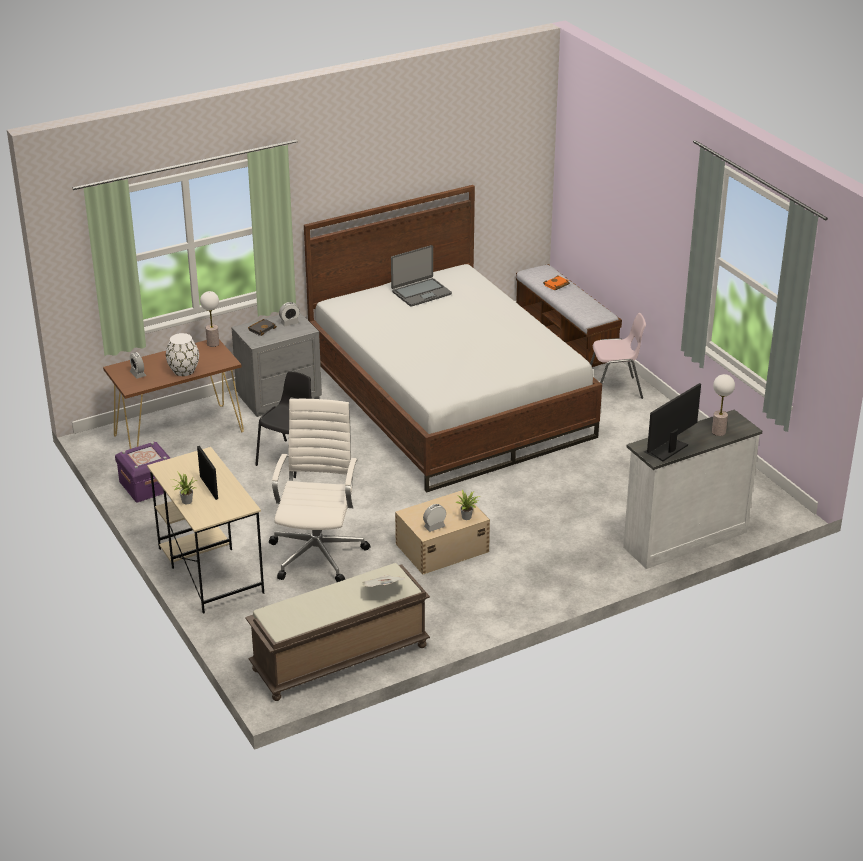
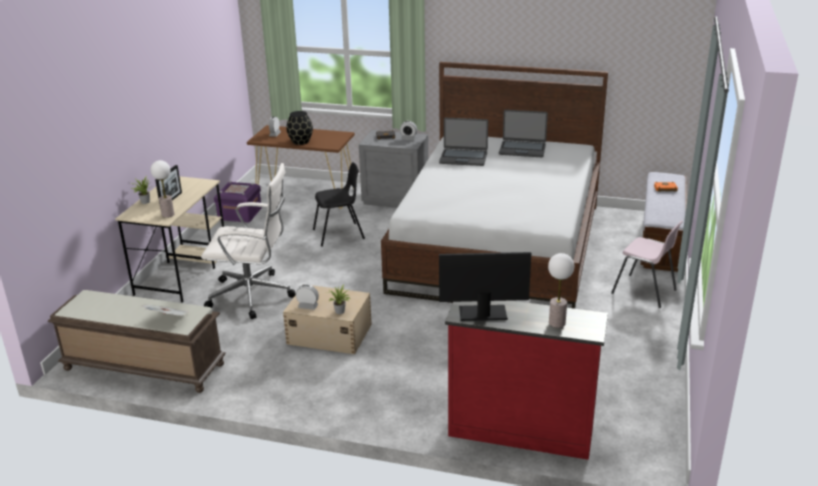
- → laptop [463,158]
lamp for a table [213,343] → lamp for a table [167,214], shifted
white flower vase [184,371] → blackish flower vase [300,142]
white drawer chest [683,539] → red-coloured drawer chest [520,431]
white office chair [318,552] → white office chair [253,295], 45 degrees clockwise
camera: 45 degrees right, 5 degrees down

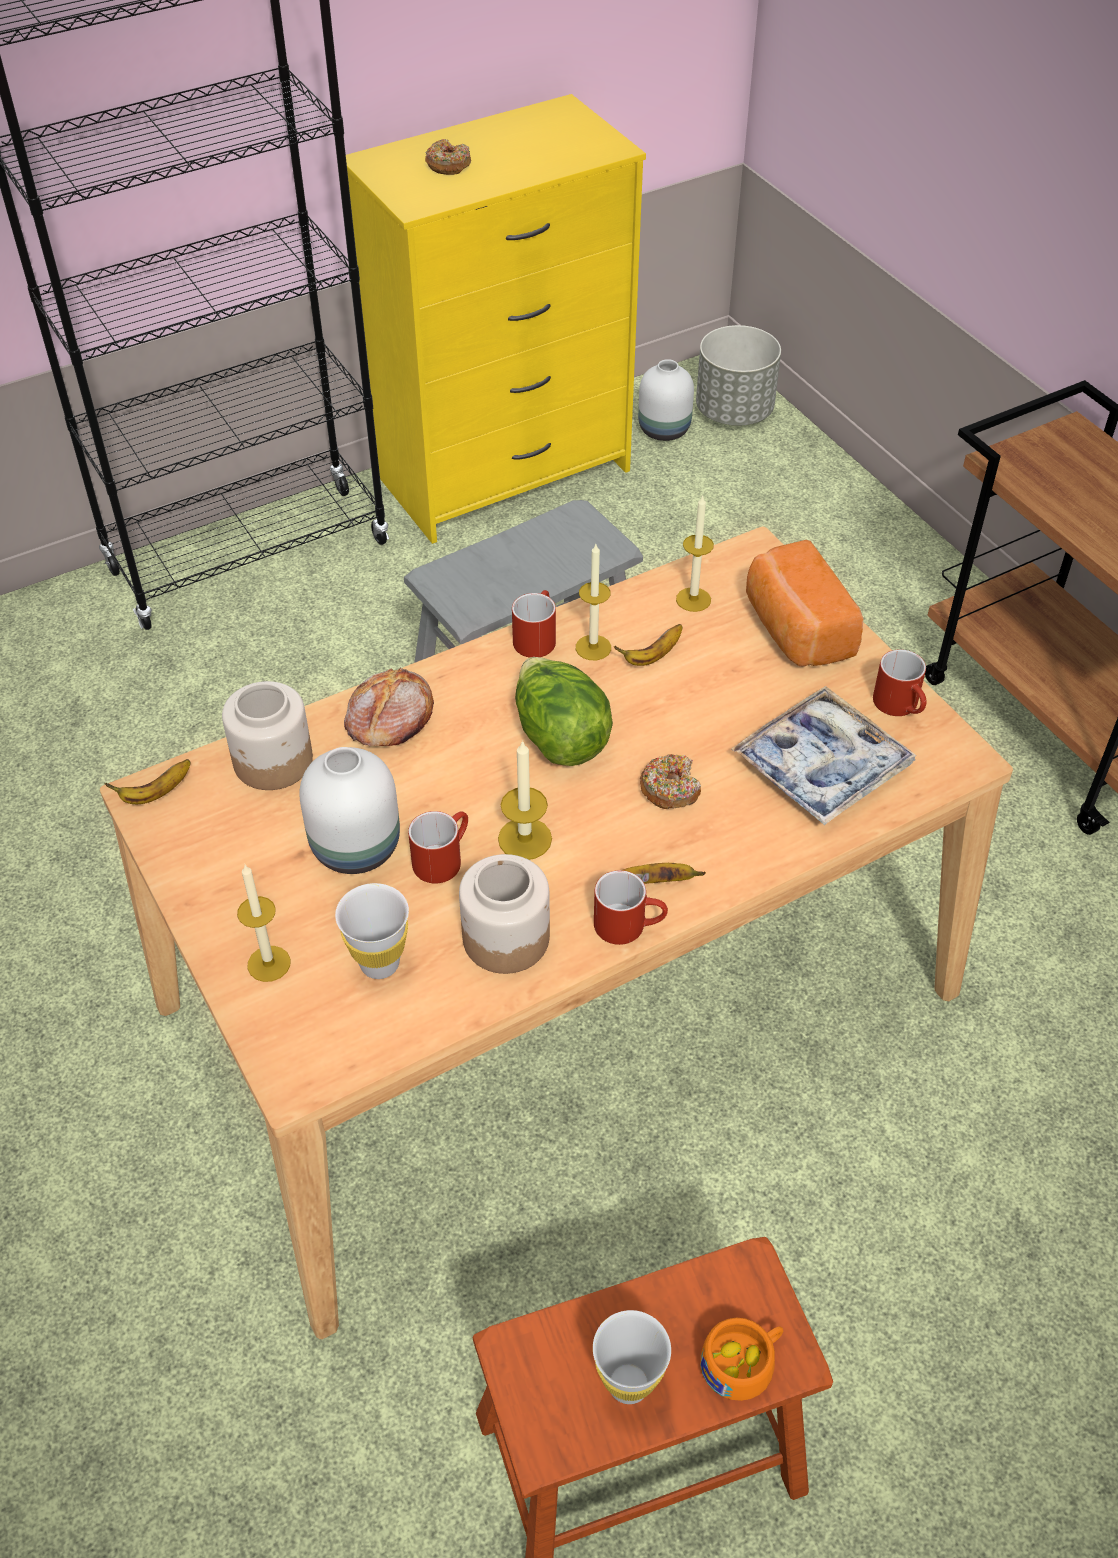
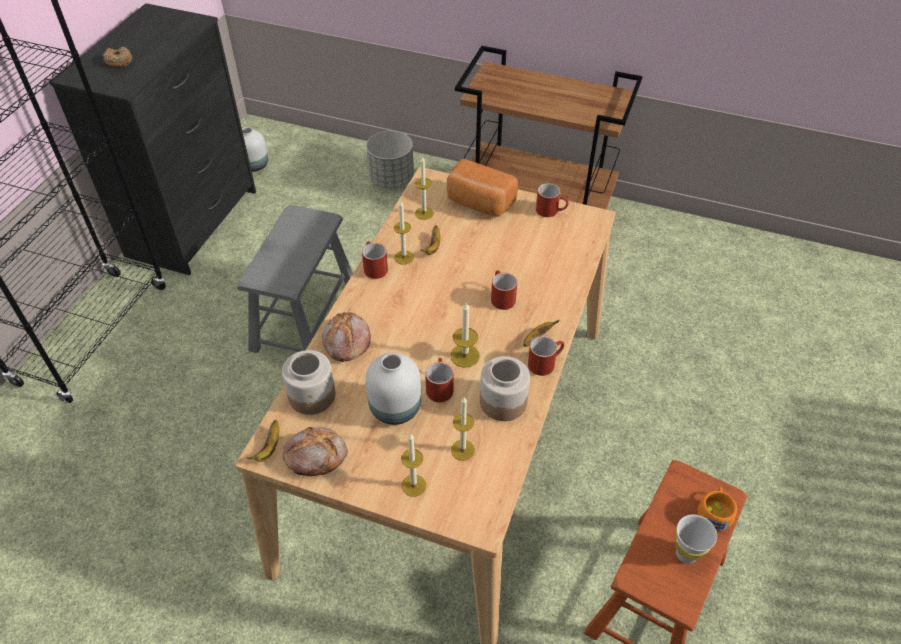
head of lettuce [559,737] → -
tray [821,766] → -
- → bakery bread [315,455]
gray planter [734,412] → gray planter [392,179], shifted
white small cup [379,963] → wax light [462,450]
doughnut [670,789] → red-coloured mug [500,297]
yellow-coloured drawer chest [503,473] → blackish drawer chest [193,223]
camera: 40 degrees left, 0 degrees up

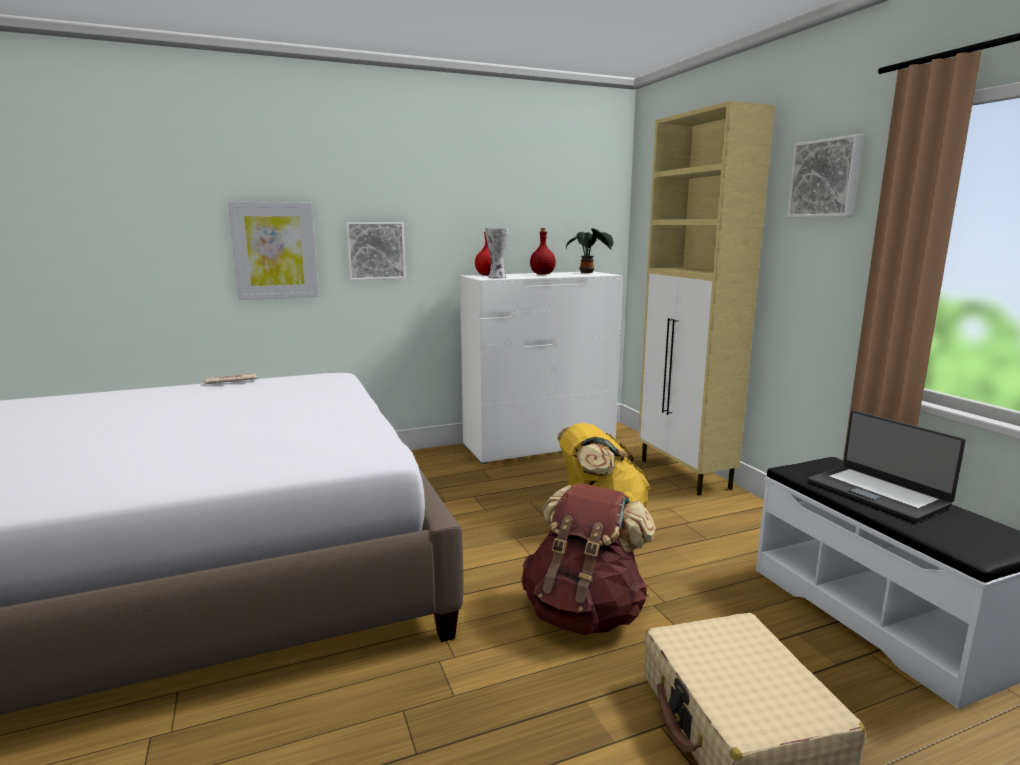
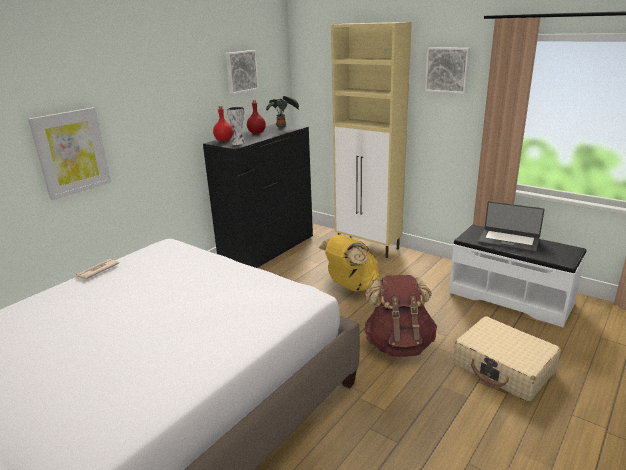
picture [375,251] → picture [241,71], shifted
white drawer chest [539,445] → blackish drawer chest [267,250]
camera: 30 degrees left, 10 degrees up

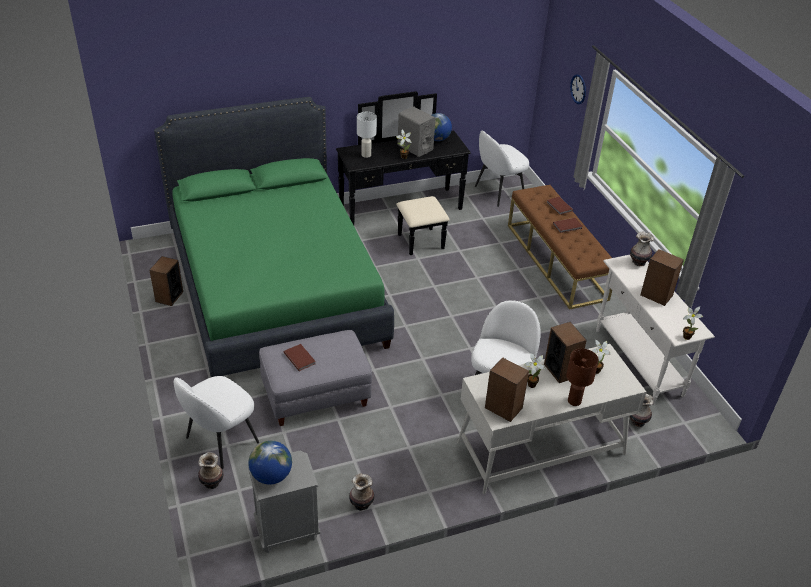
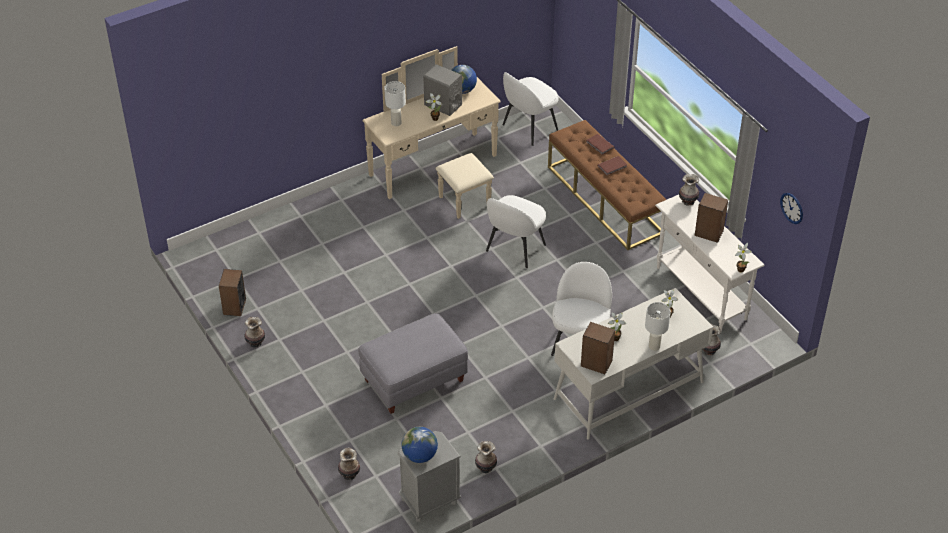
green-coloured bed [275,288] → -
brown volume [300,358] → -
audio speaker [561,370] → -
- → flower vase [255,343]
white chair [220,441] → white chair [514,249], shifted
clock on the wall [578,89] → clock on the wall [792,208], shifted
blackish drawer chest [406,215] → sand-coloured drawer chest [440,173]
brown lamp for a table [574,401] → white lamp for a table [654,346]
camera: 10 degrees left, 5 degrees up

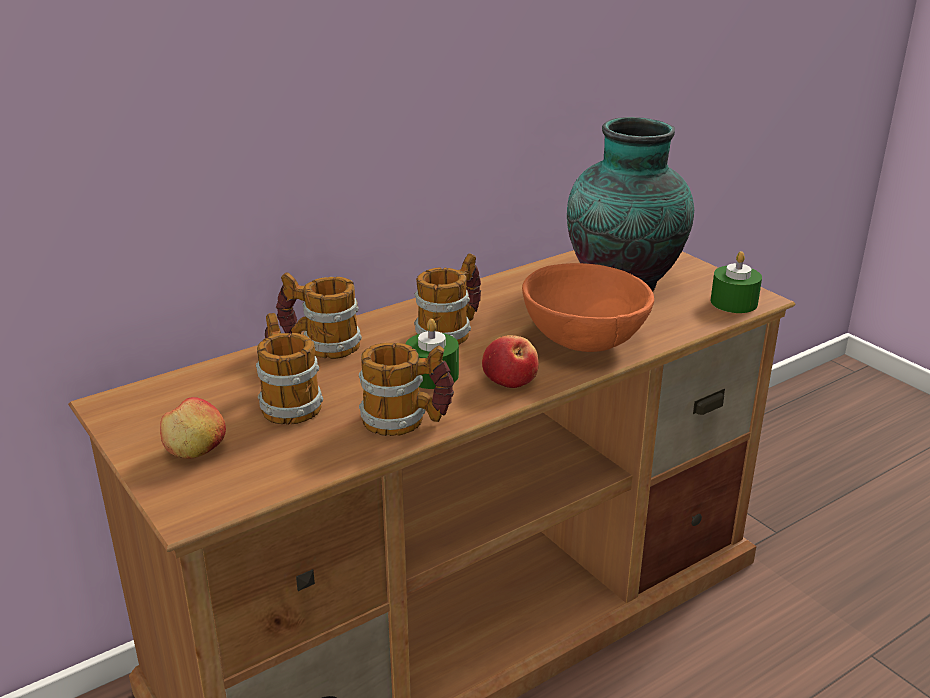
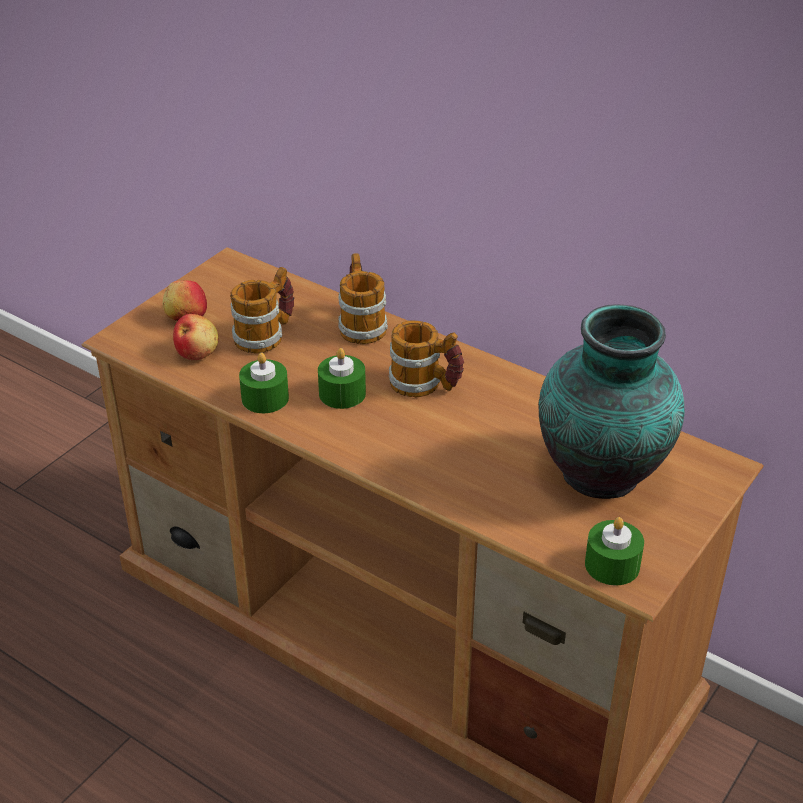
orange bowl [585,340] → -
whole apple [510,380] → whole apple [197,352], shifted
mug [406,421] → green-coloured wax light [265,398]
camera: 70 degrees right, 10 degrees up

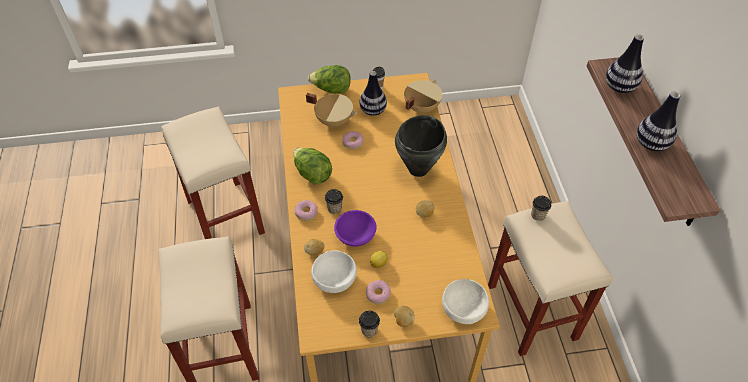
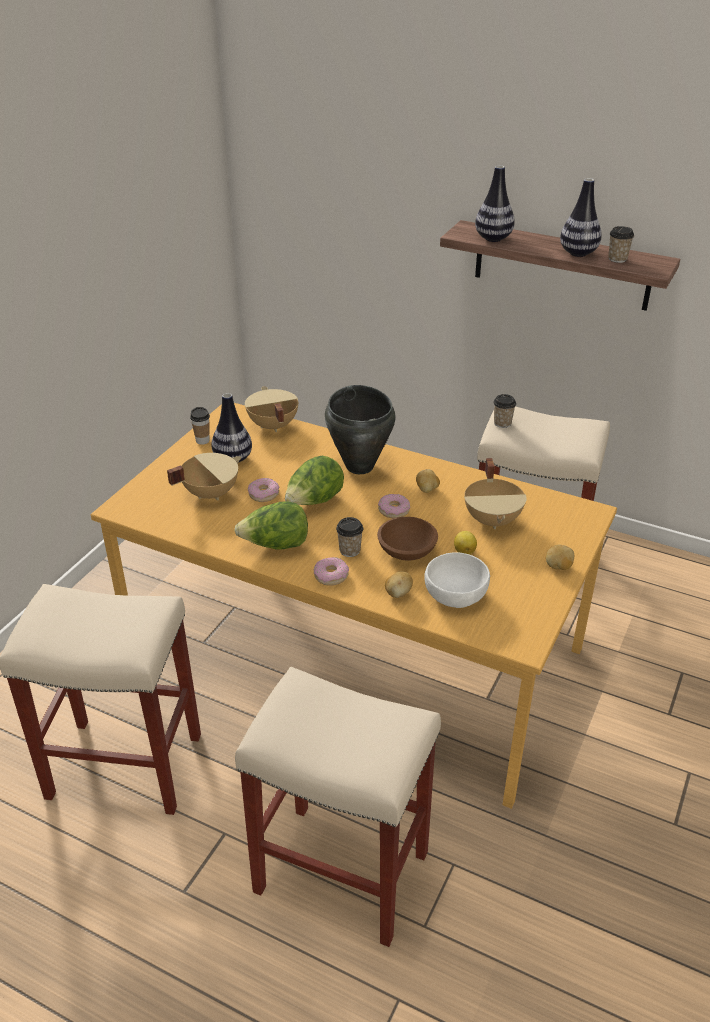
white bowl [463,308] → -
- → sand-coloured saucepot [493,520]
head of lettuce [331,90] → head of lettuce [314,502], shifted
small cup [369,330] → small cup [617,259], shifted
doughnut [378,294] → doughnut [393,510], shifted
purplish bowl [355,234] → brown bowl [406,551]
camera: 55 degrees left, 15 degrees down

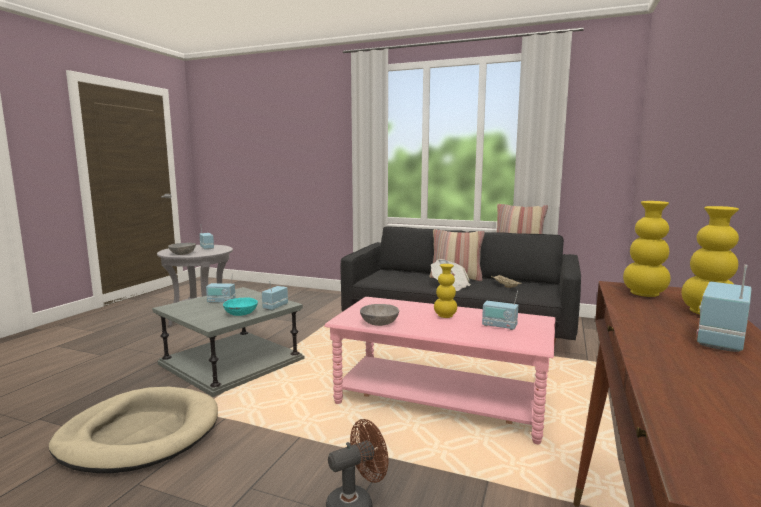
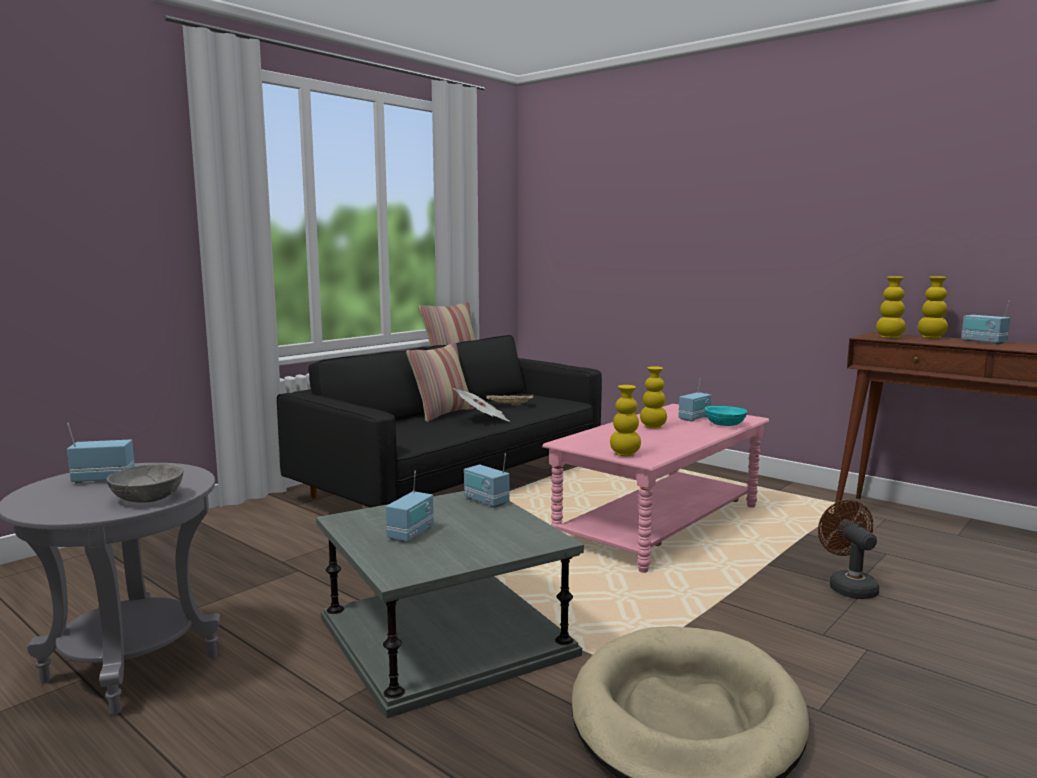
gray bowl [379,323] → -
- → yellow-coloured flower vase [625,454]
turquoise bowl [240,314] → turquoise bowl [724,424], shifted
camera: 70 degrees left, 0 degrees up

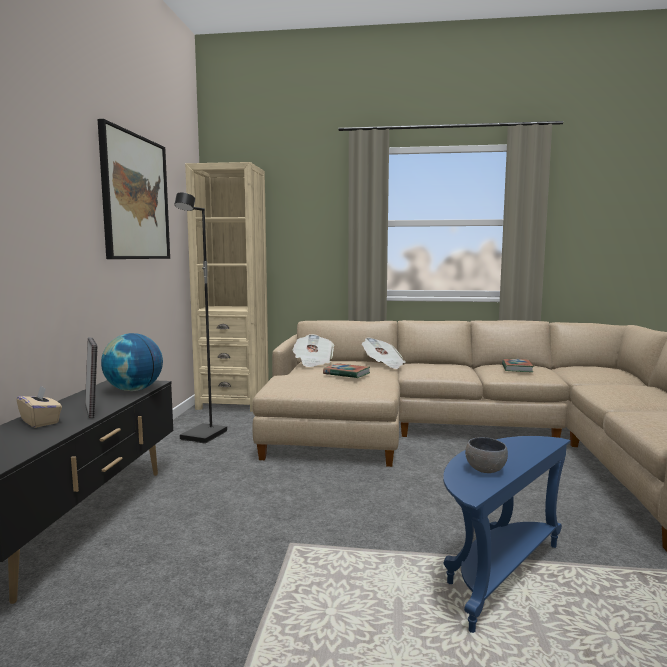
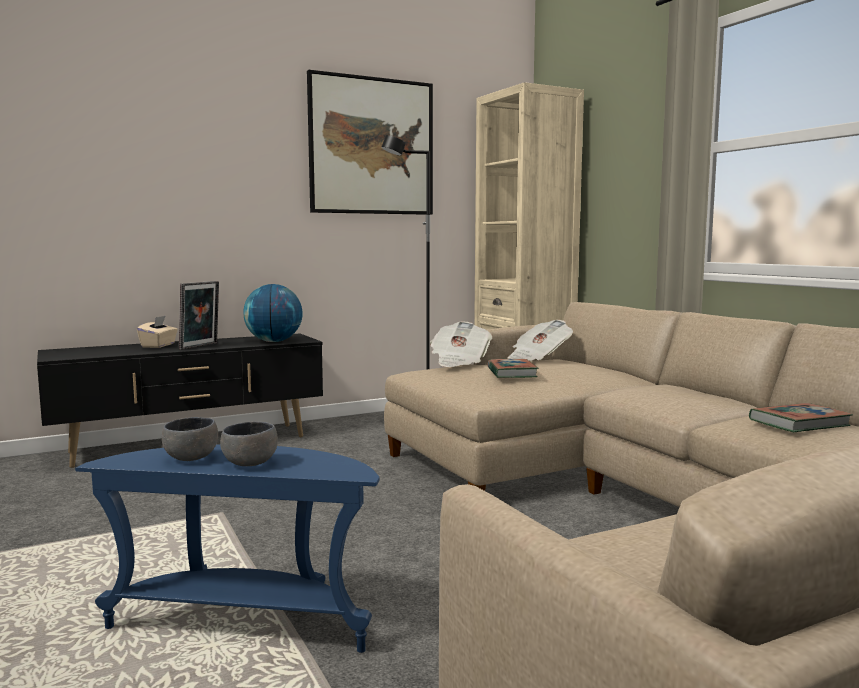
- → gray bowl [248,464]
daily paper [383,365] → daily paper [459,362], shifted
camera: 55 degrees right, 0 degrees up

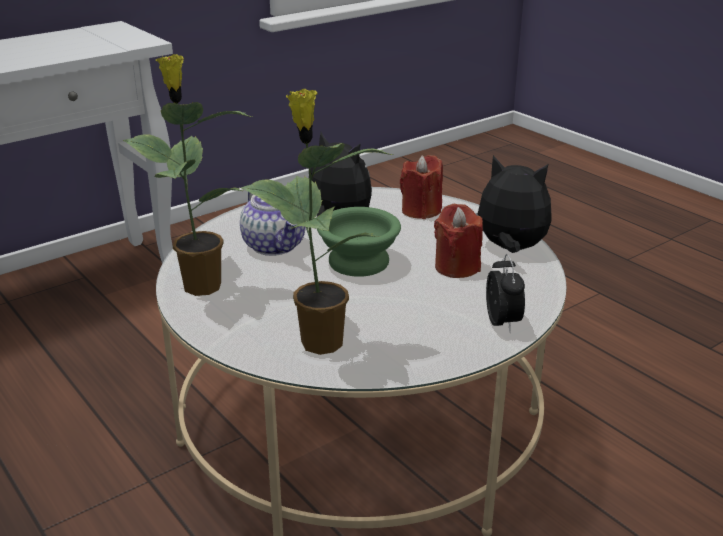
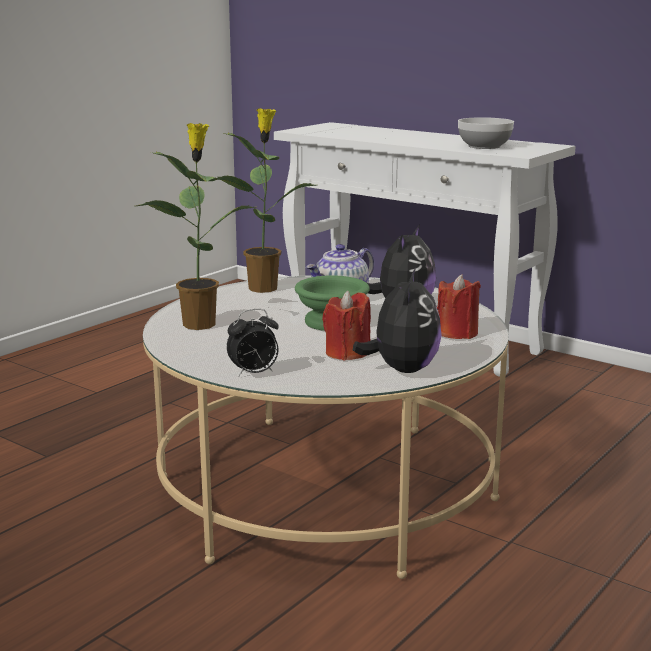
- → bowl [484,146]
camera: 75 degrees right, 10 degrees down

